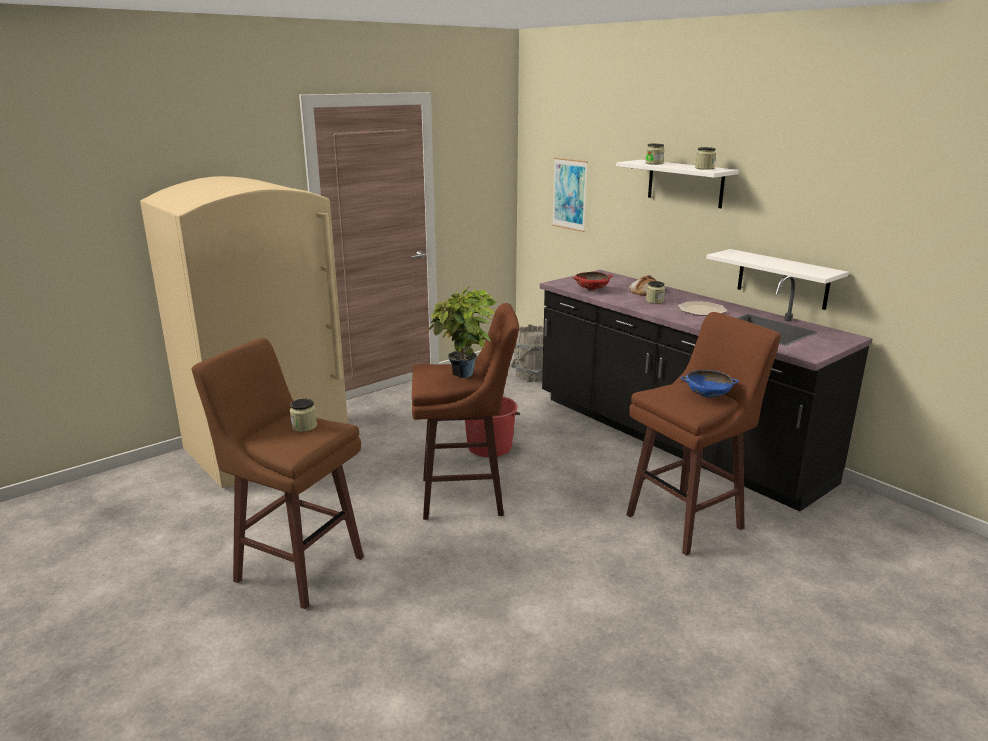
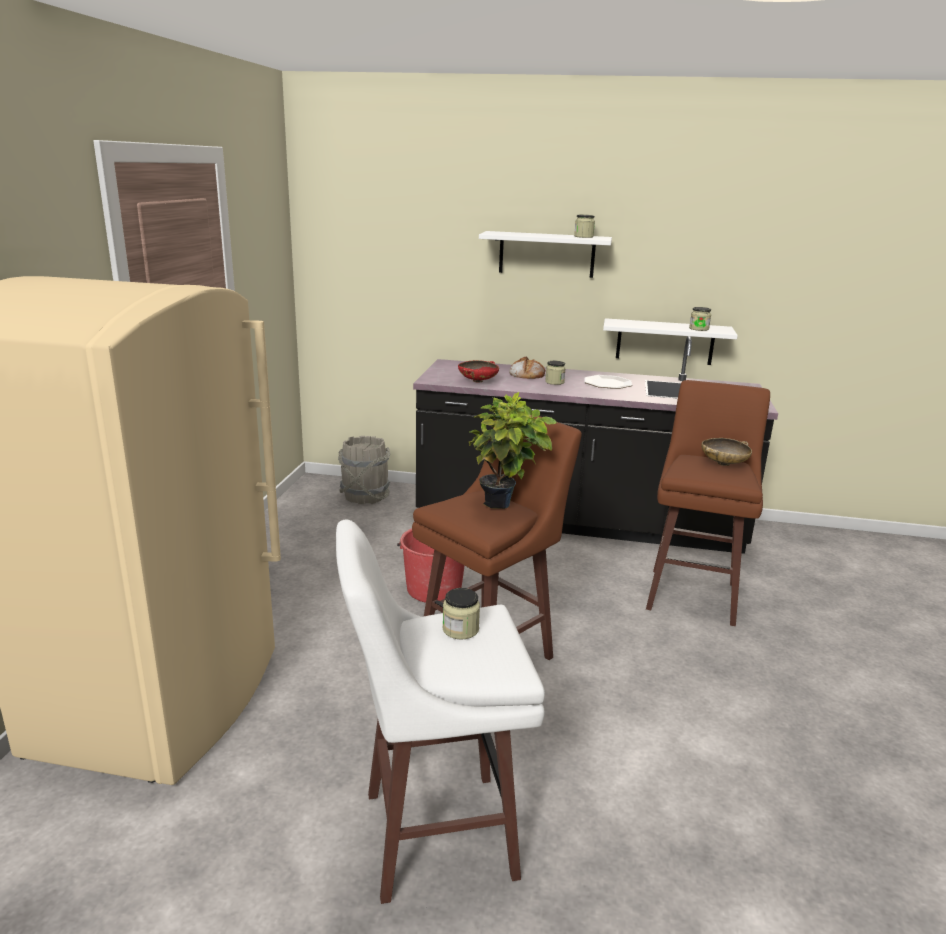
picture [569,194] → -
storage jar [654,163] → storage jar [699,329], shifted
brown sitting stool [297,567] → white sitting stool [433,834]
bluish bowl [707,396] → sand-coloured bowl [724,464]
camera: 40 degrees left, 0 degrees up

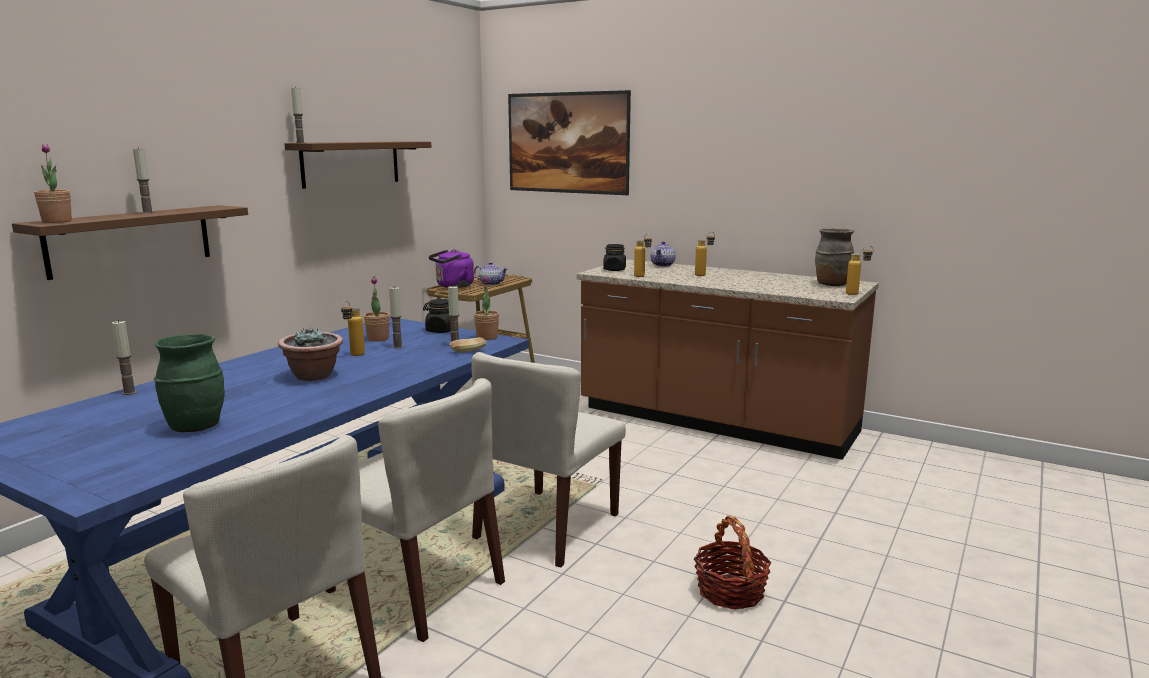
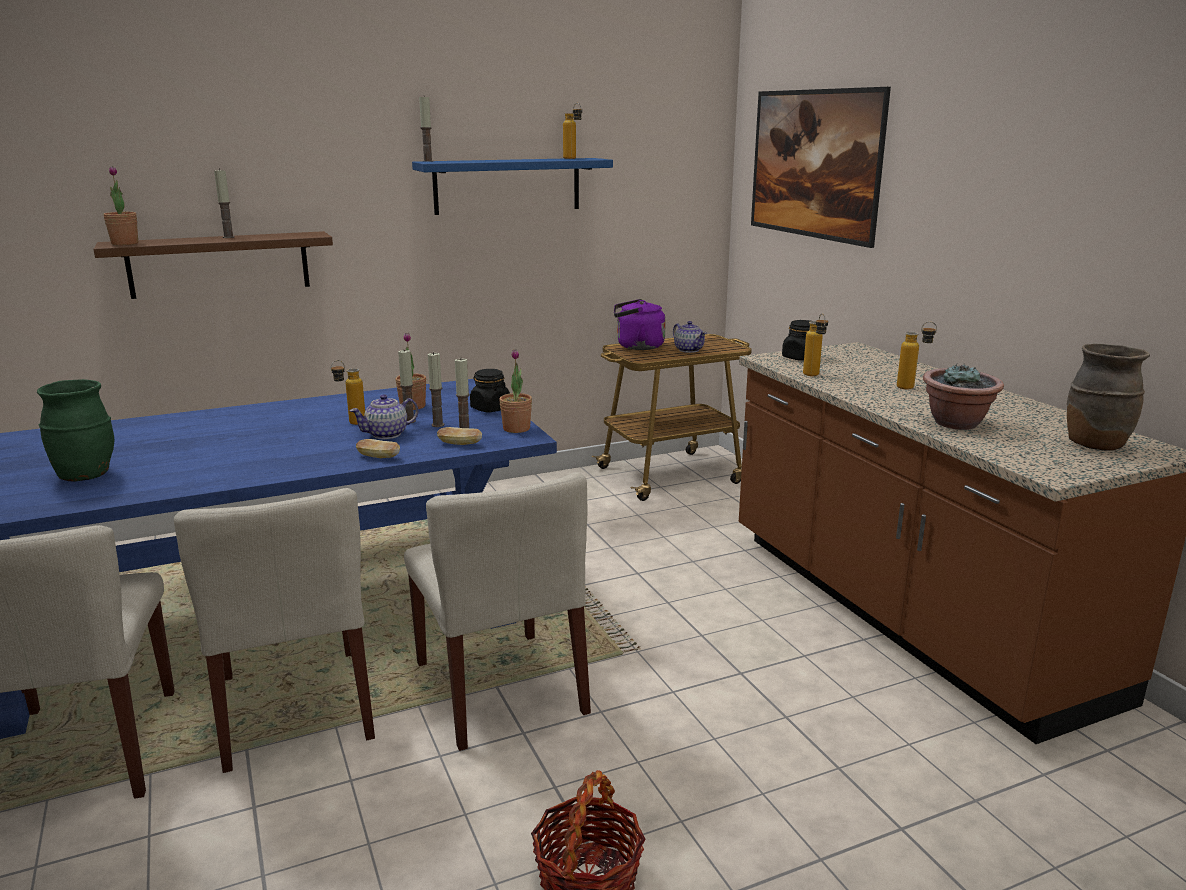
- → bakery bread [378,457]
wax light [129,392] → wax light [438,425], shifted
potted plant [314,376] → potted plant [957,423], shifted
teapot [663,265] → teapot [387,434], shifted
beverage bottle [857,294] → beverage bottle [573,158], shifted
brown shelf [351,163] → bluish shelf [507,185]
sand-coloured chair [547,527] → sand-coloured chair [501,688], 90 degrees counterclockwise
camera: 35 degrees right, 5 degrees up

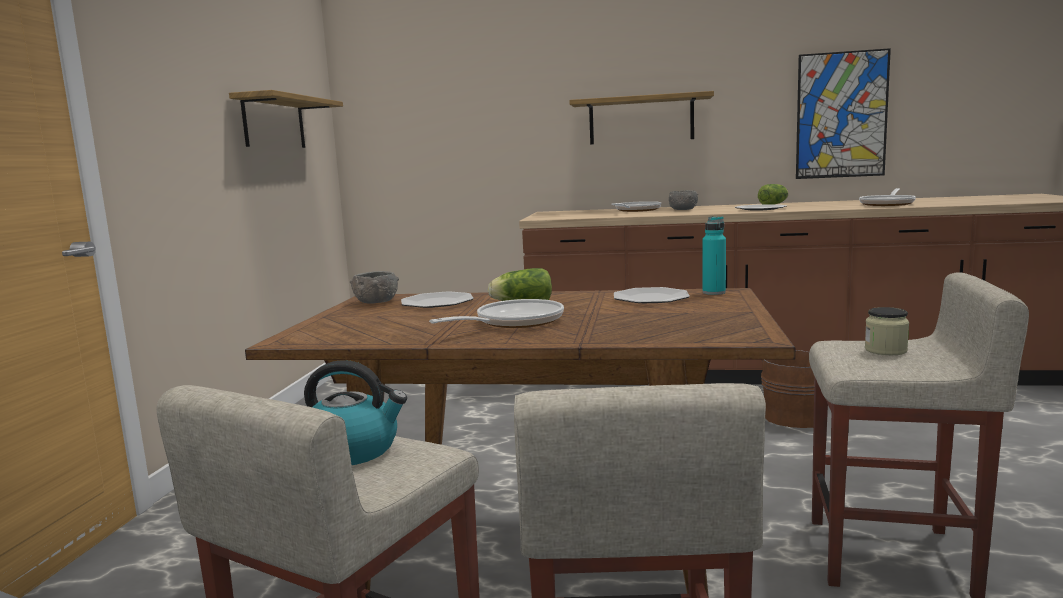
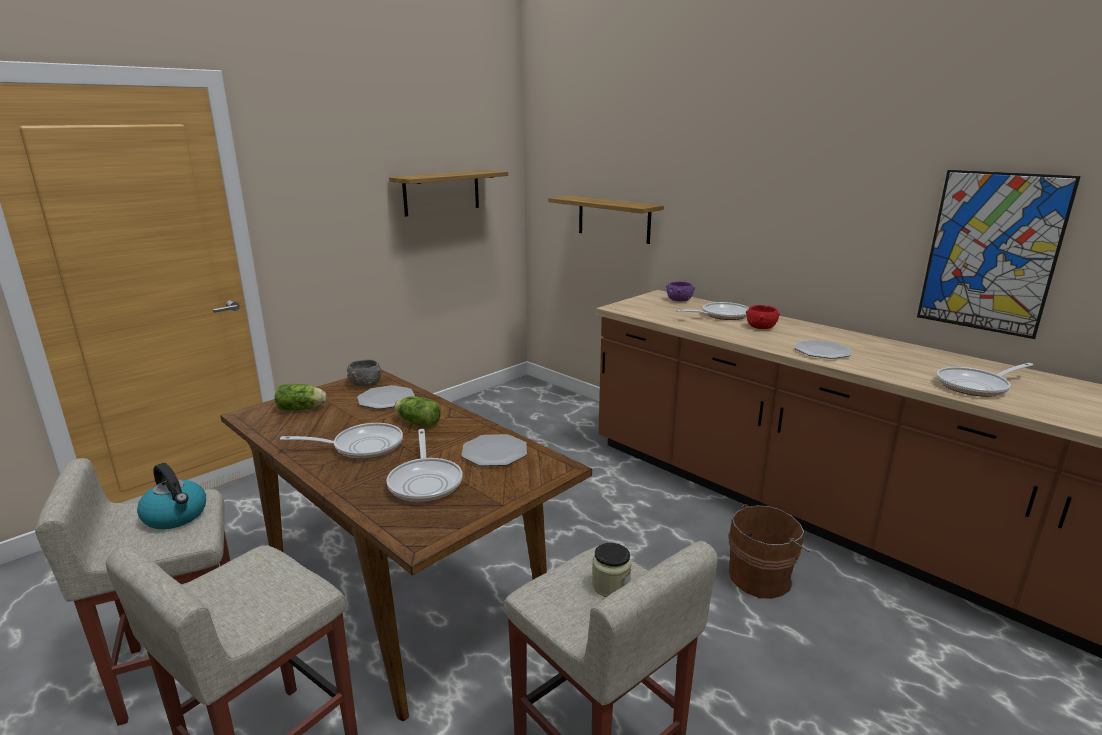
turquoise beverage bottle [714,292] → -
- → pan [425,481]
- → purplish bowl [679,300]
shelf [641,120] → shelf [613,219], shifted
head of lettuce [774,204] → head of lettuce [302,409], shifted
gray bowl [683,209] → red-coloured bowl [761,327]
camera: 35 degrees right, 10 degrees up

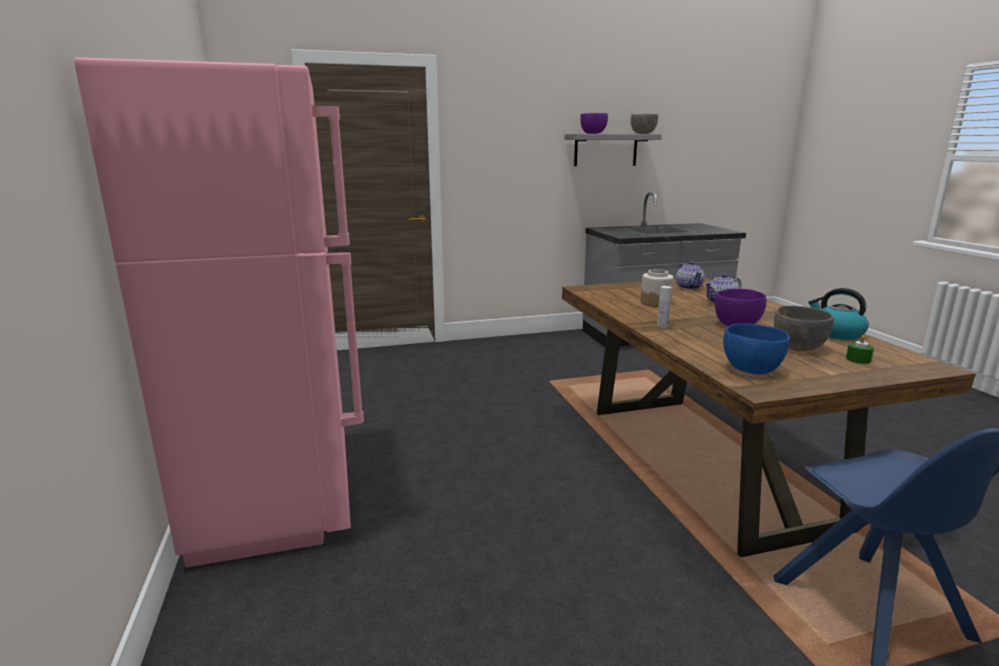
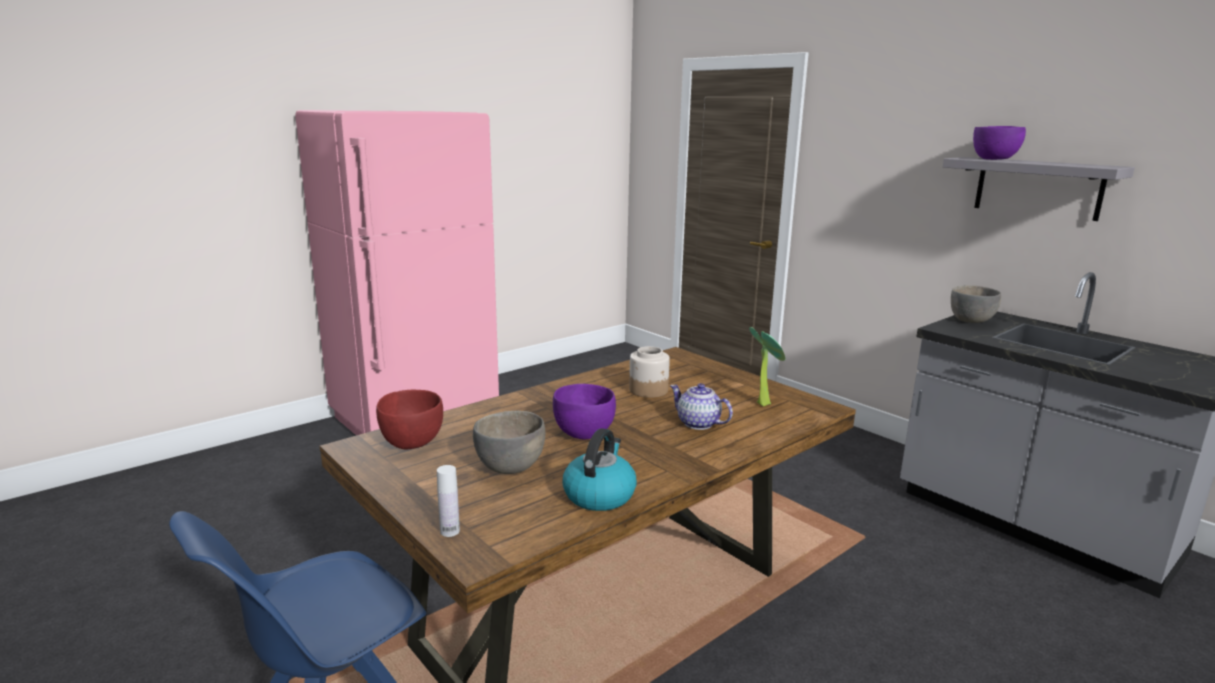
green-coloured wax light [858,359] → -
gray bowl [643,134] → gray bowl [971,321], shifted
white beverage bottle [662,326] → white beverage bottle [450,531], shifted
teapot [689,287] → potted plant [763,403]
bluish bowl [750,370] → red-coloured bowl [412,443]
camera: 65 degrees right, 0 degrees up

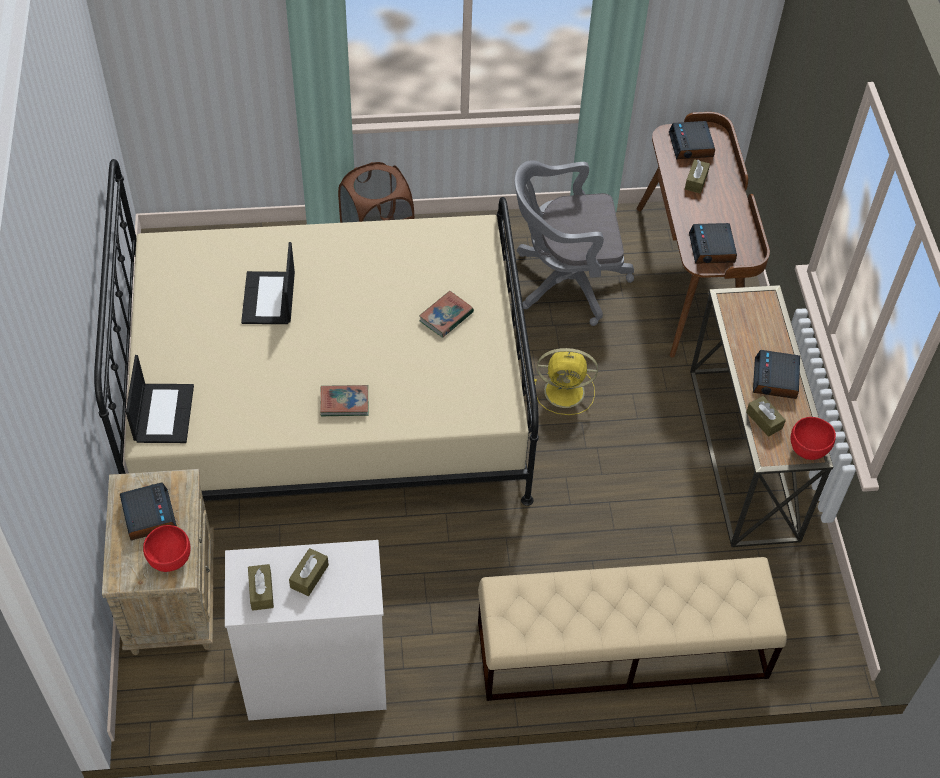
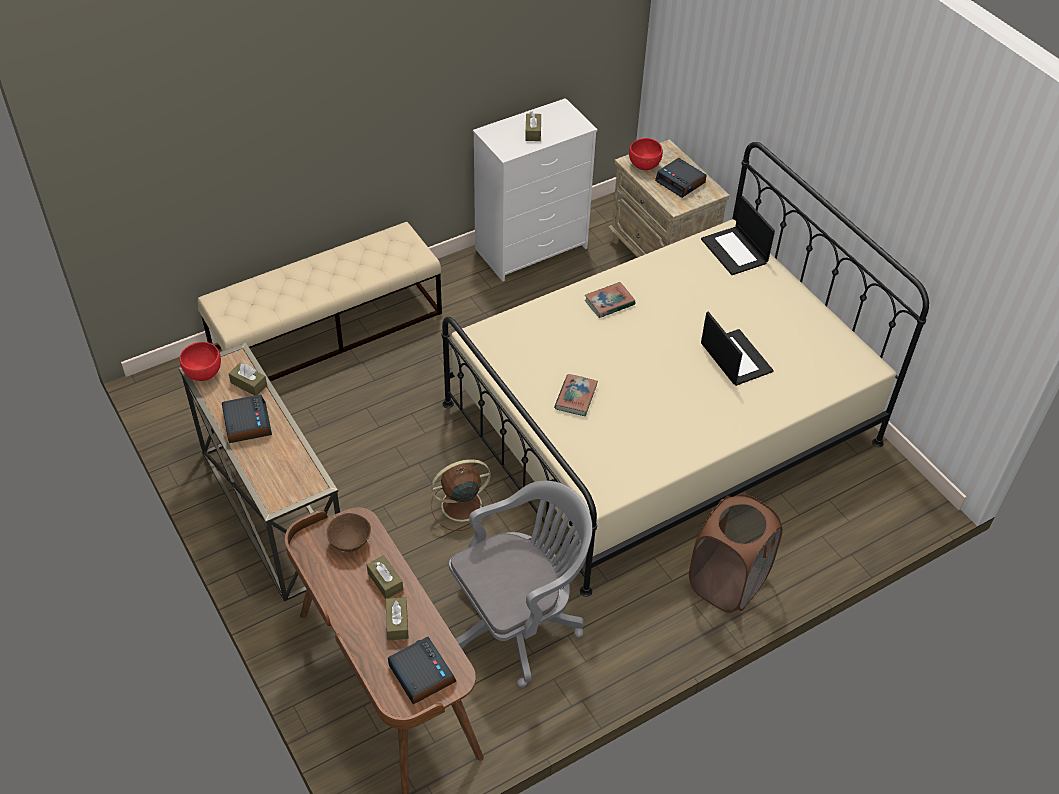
brown tissue holder [261,591] → brown tissue holder [385,581], shifted
table clock [712,248] → brown bowl [350,542]
yellow-coloured fan [566,392] → brown fan [459,505]
camera: 155 degrees right, 5 degrees down

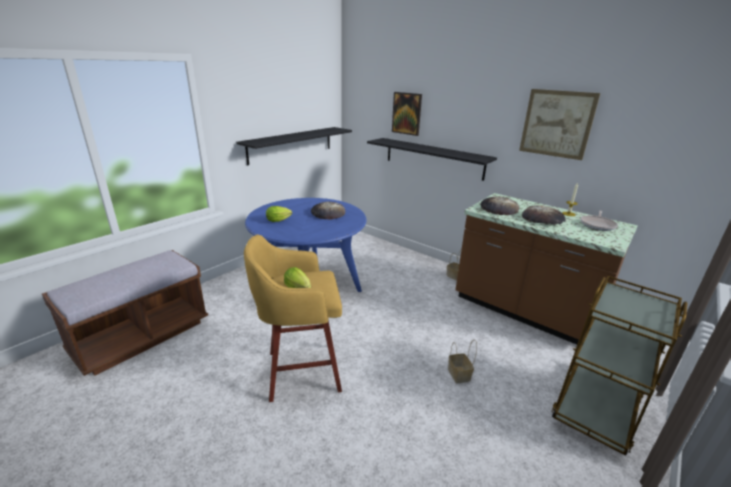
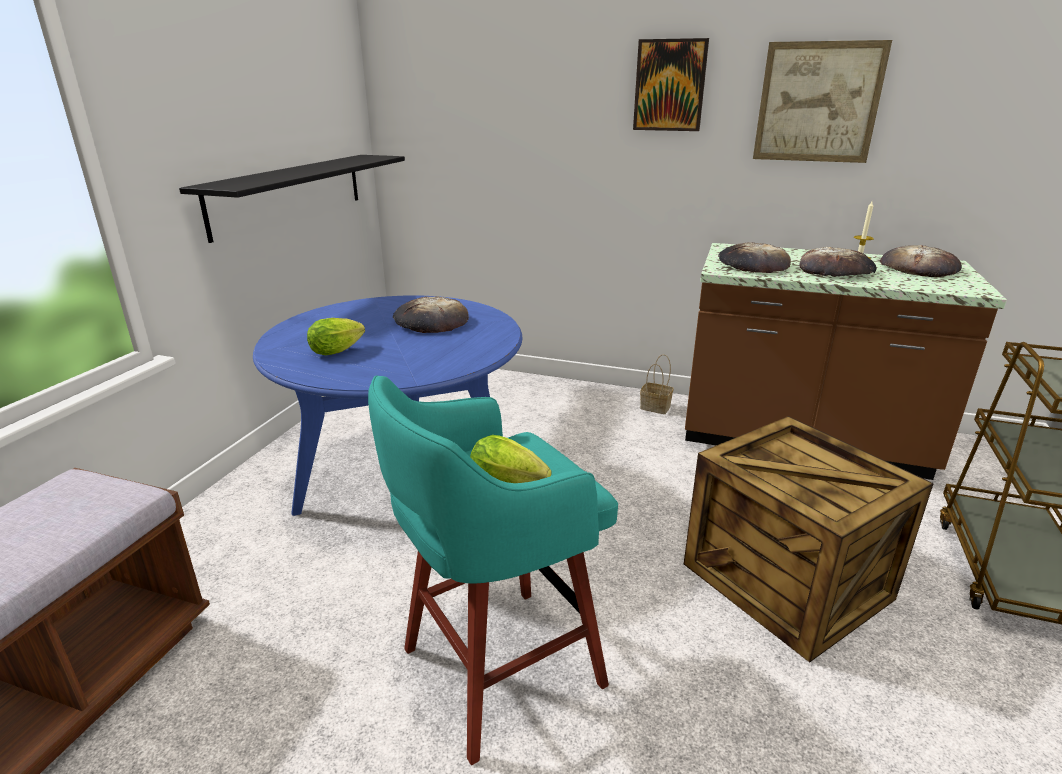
blackish shelf [433,158] → -
picture [407,113] → picture [669,85], shifted
storage basket [459,375] → shipping crate [788,580]
pan [597,225] → bakery bread [918,268]
yellow-coloured sitting stool [300,371] → turquoise sitting stool [496,669]
camera: 20 degrees left, 0 degrees up

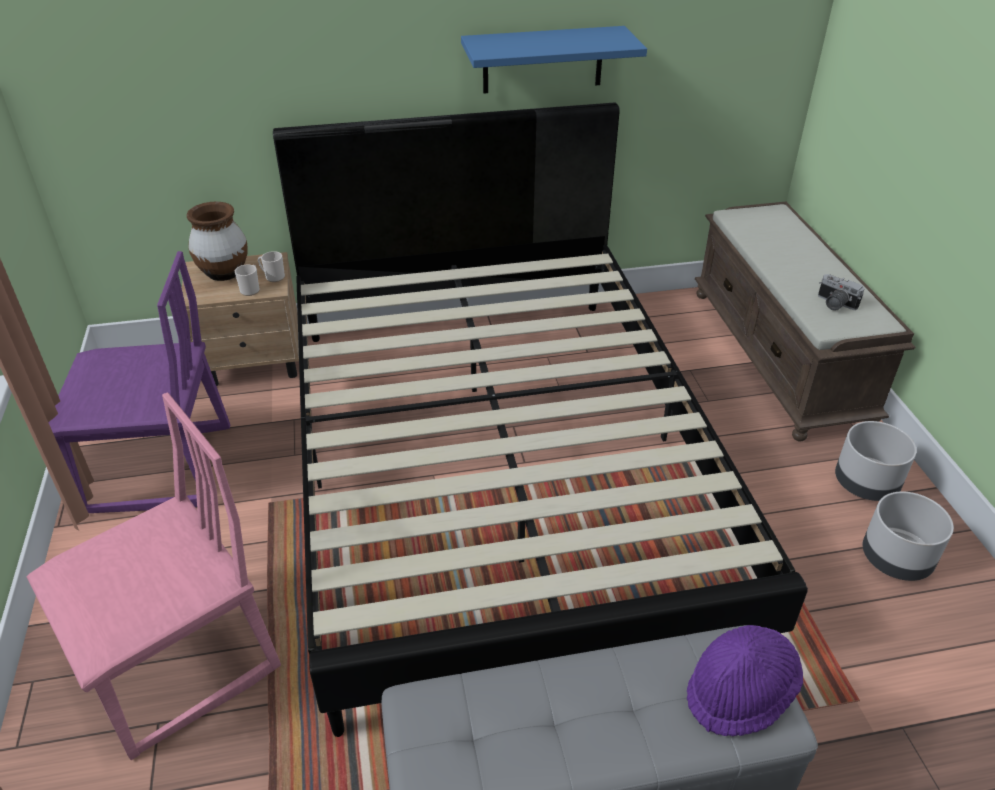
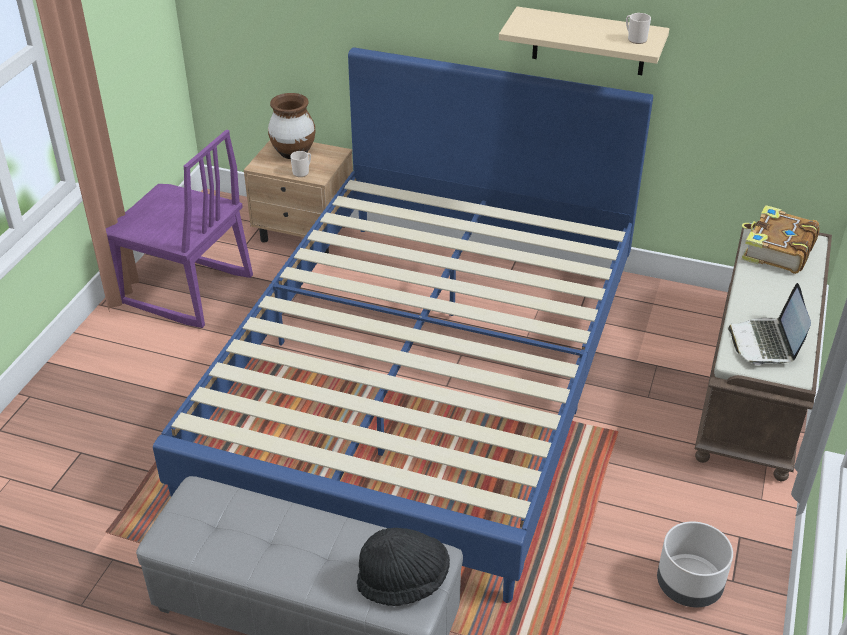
pinkish chair [180,664] → -
gray planter [866,484] → -
- → volume [776,250]
mug [273,277] → mug [635,39], shifted
still camera [834,304] → laptop [766,343]
blackish bed [498,464] → bluish bed [424,379]
bluish shelf [542,60] → sand-coloured shelf [589,41]
purplish wearable hat [739,693] → blackish wearable hat [403,581]
camera: 30 degrees right, 0 degrees up

